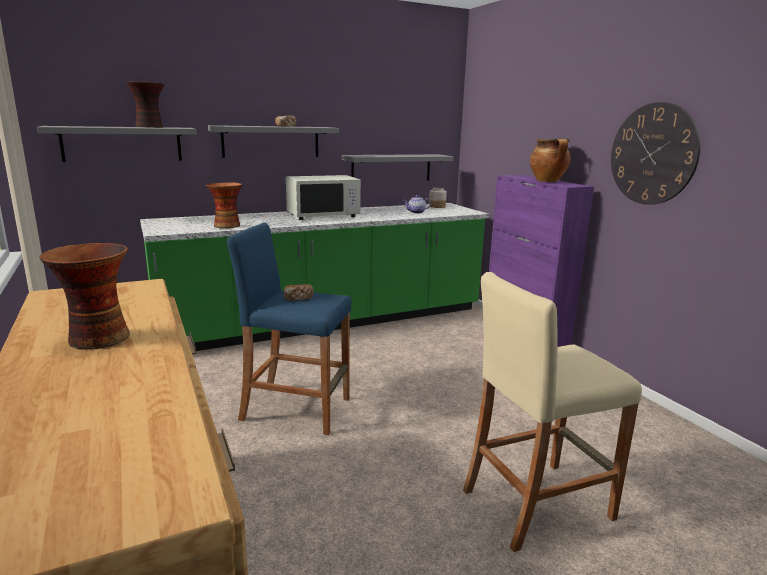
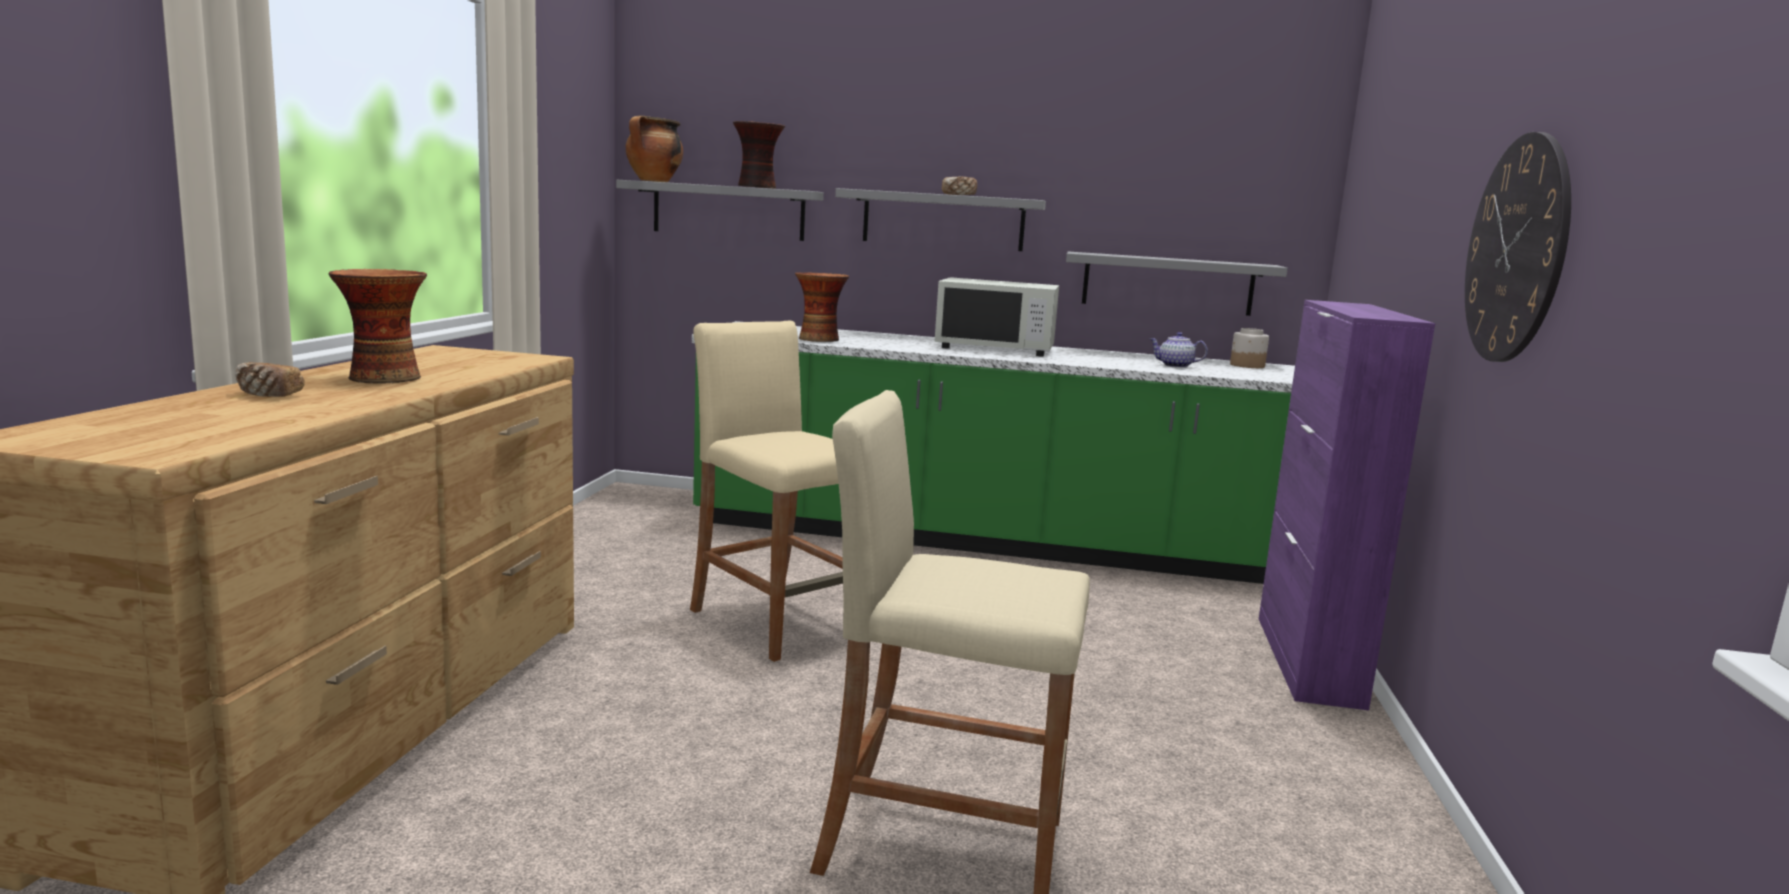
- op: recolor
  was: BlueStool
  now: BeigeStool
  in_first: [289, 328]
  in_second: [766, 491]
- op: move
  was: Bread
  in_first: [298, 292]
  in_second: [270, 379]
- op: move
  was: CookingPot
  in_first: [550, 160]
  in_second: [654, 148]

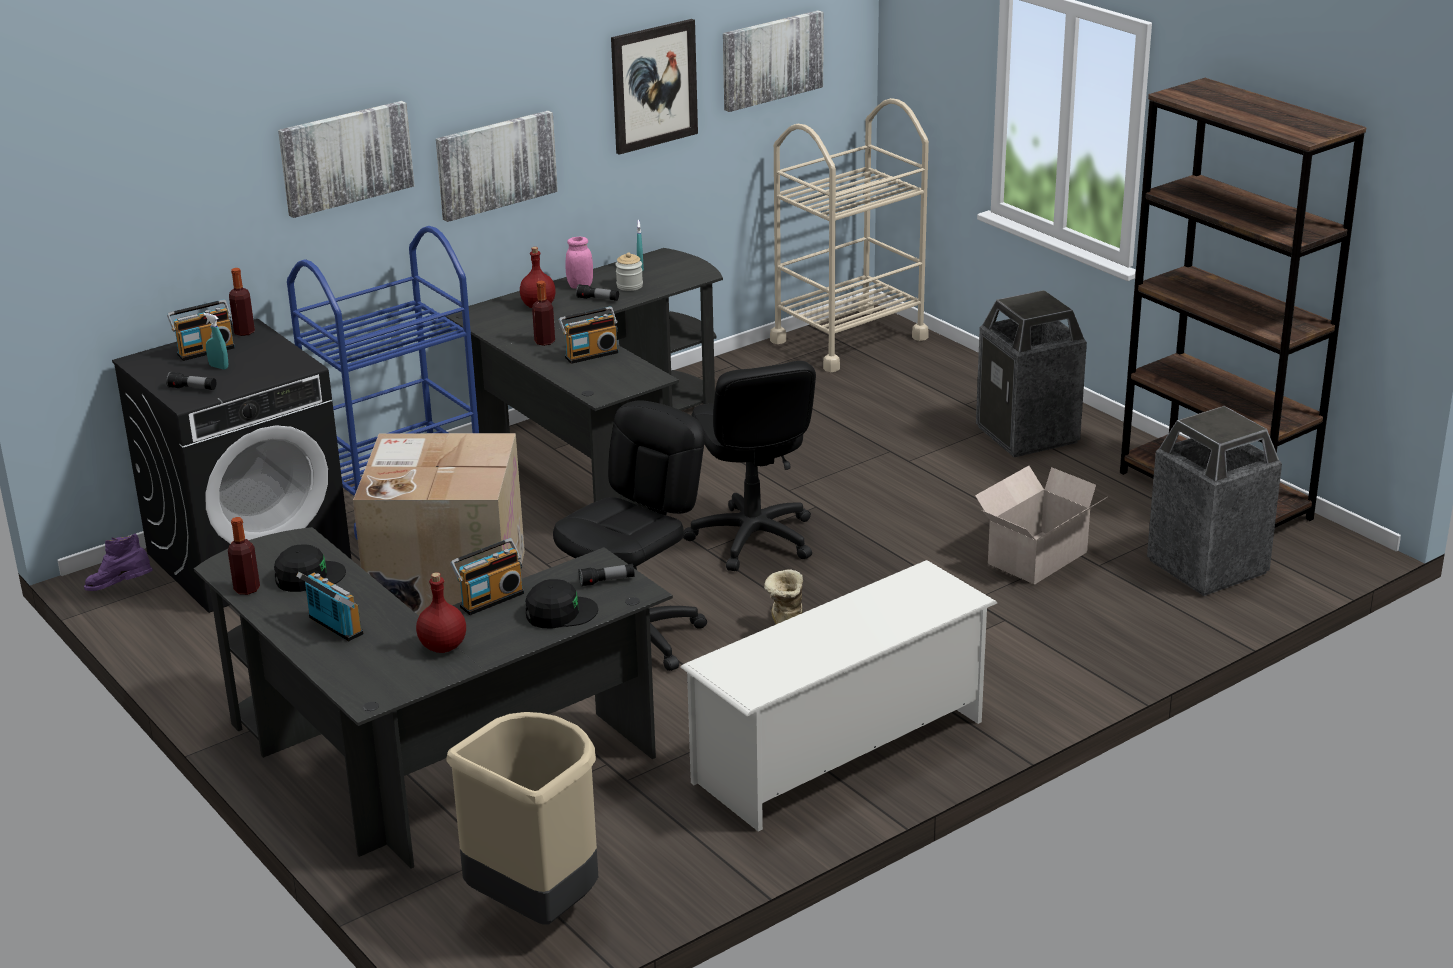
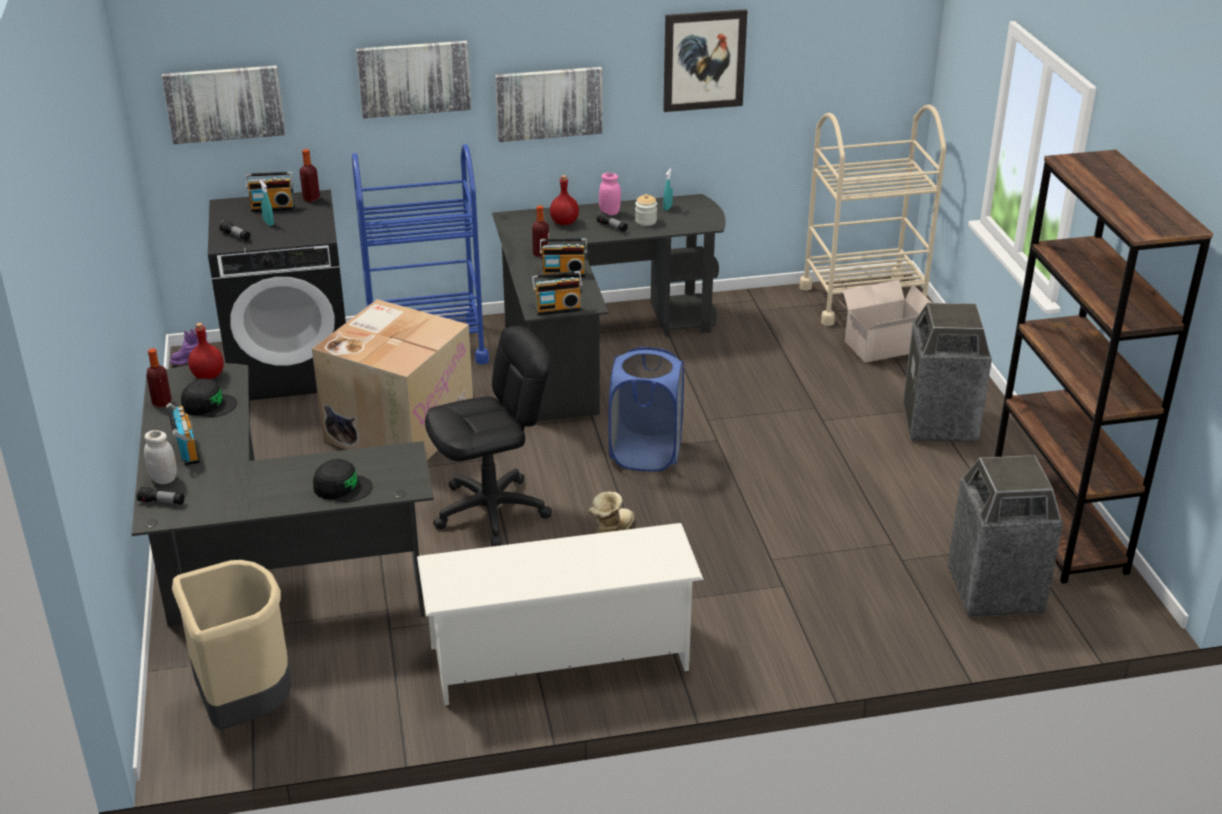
- op: move
  was: RedBottle
  in_first: [441, 612]
  in_second: [206, 351]
- op: move
  was: Radio
  in_first: [487, 576]
  in_second: [557, 293]
- op: move
  was: Flashlight
  in_first: [607, 575]
  in_second: [160, 495]
- op: replace
  was: BlackOfficeChair
  now: BlueLaundryBasket
  in_first: [749, 466]
  in_second: [646, 409]
- op: move
  was: Picture
  in_first: [773, 61]
  in_second: [224, 104]
- op: move
  was: CardboardBox
  in_first: [1041, 525]
  in_second: [887, 321]
- op: insert
  now: WhiteJar
  in_second: [160, 457]

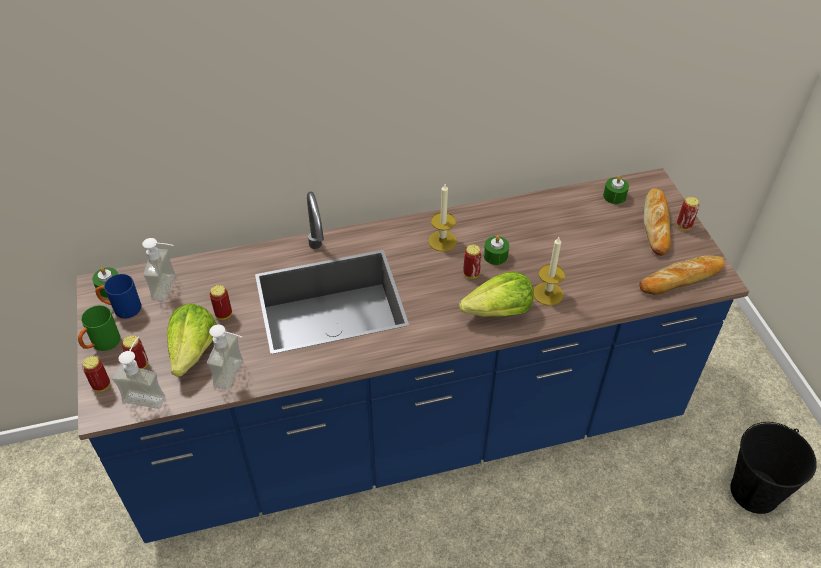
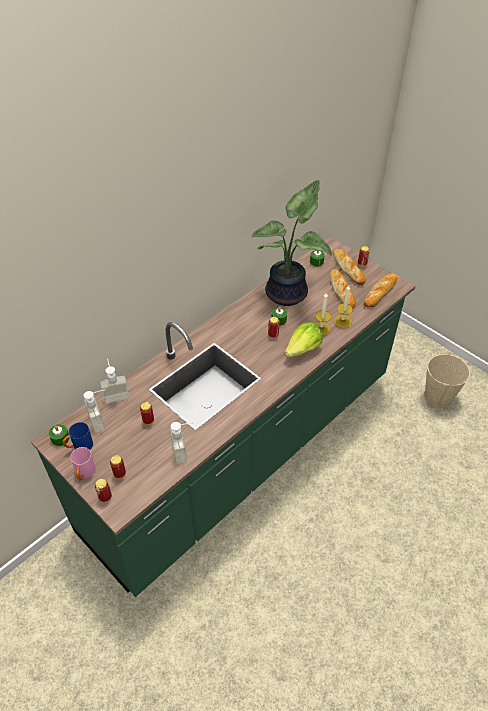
- op: recolor
  was: BlueCounter
  now: GreenCounter
  in_first: [413, 355]
  in_second: [223, 417]
- op: recolor
  was: GreenMug
  now: PinkMug
  in_first: [99, 328]
  in_second: [83, 463]
- op: move
  was: SoapDispenser
  in_first: [138, 372]
  in_second: [115, 381]
- op: delete
  was: Lettuce
  in_first: [192, 340]
- op: move
  was: Candle
  in_first: [442, 218]
  in_second: [343, 306]
- op: recolor
  was: BlackBucket
  now: BeigeBucket
  in_first: [773, 468]
  in_second: [447, 380]
- op: insert
  now: PottedPlant
  in_second: [291, 243]
- op: insert
  now: Bread
  in_second: [343, 288]

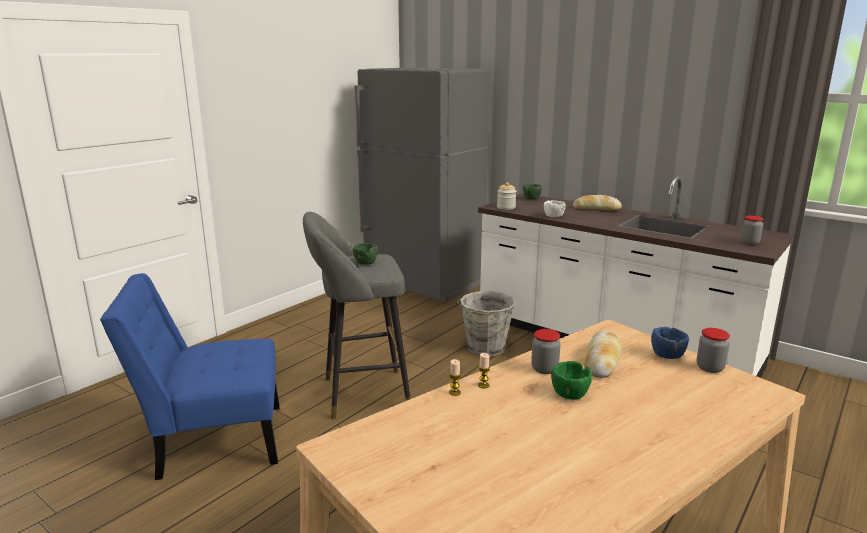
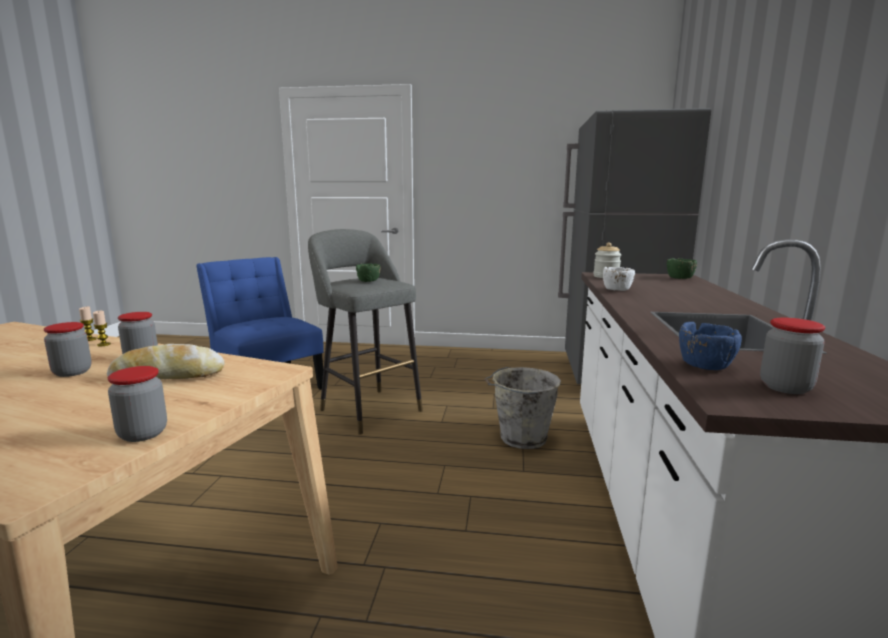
- op: replace
  was: GreenBowl
  now: Jar
  in_first: [571, 380]
  in_second: [68, 349]
- op: delete
  was: Bread
  in_first: [597, 202]
- op: move
  was: BlueBowl
  in_first: [670, 343]
  in_second: [710, 346]

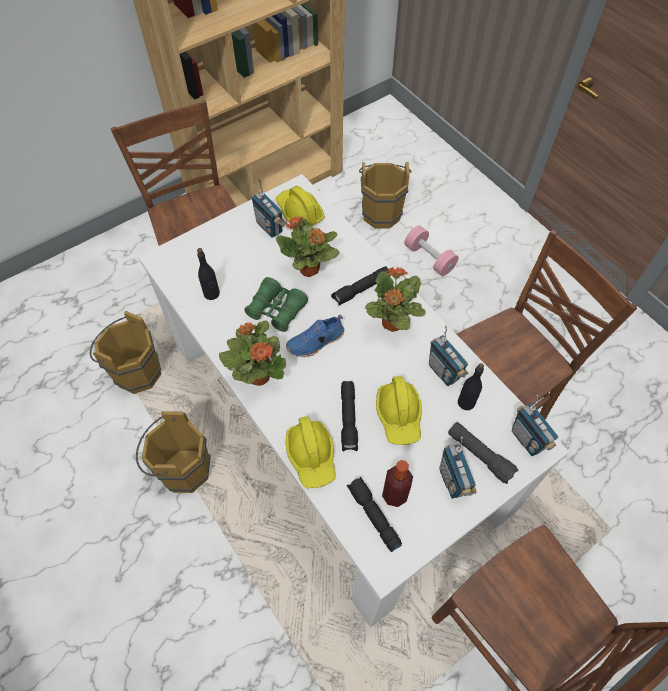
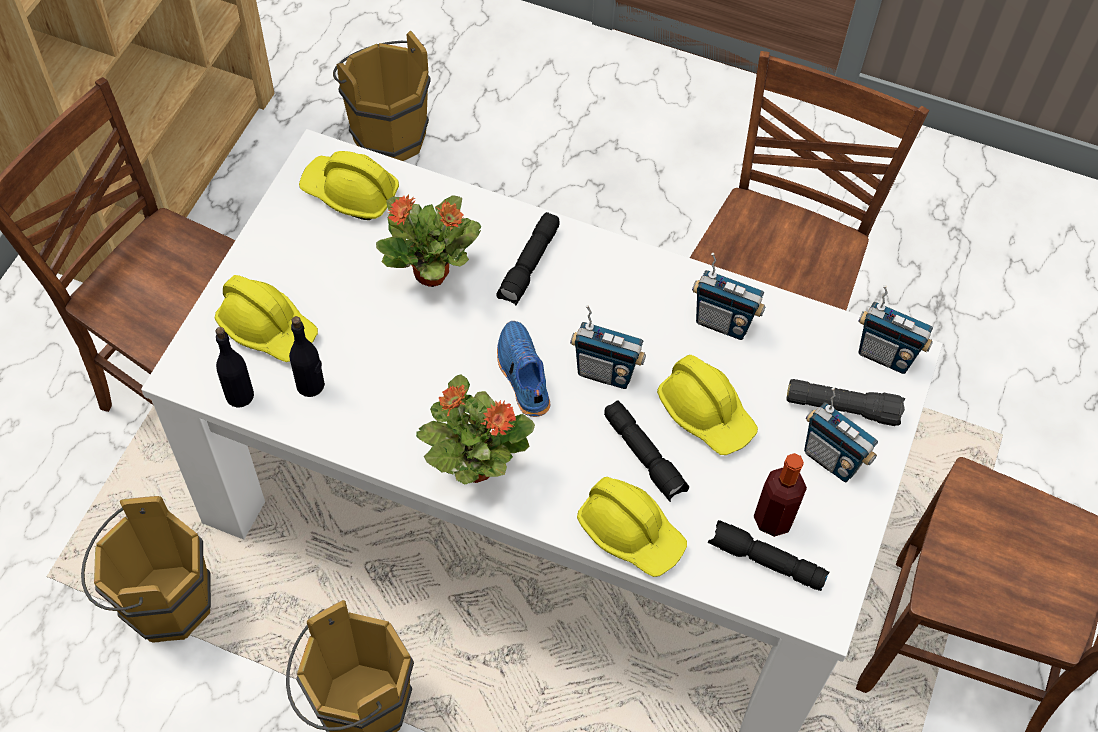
- op: delete
  was: GreenBinoculars
  in_first: [276, 304]
- op: move
  was: Radio
  in_first: [269, 208]
  in_second: [608, 347]
- op: rotate
  was: BlueShoe
  in_first: [315, 336]
  in_second: [523, 369]
  clockwise: 135
- op: delete
  was: PottedPlant
  in_first: [395, 299]
- op: delete
  was: PinkDumbbell
  in_first: [431, 250]
- op: move
  was: BlackBottle
  in_first: [471, 386]
  in_second: [235, 367]
- op: insert
  now: YellowHardHat
  in_second: [266, 318]

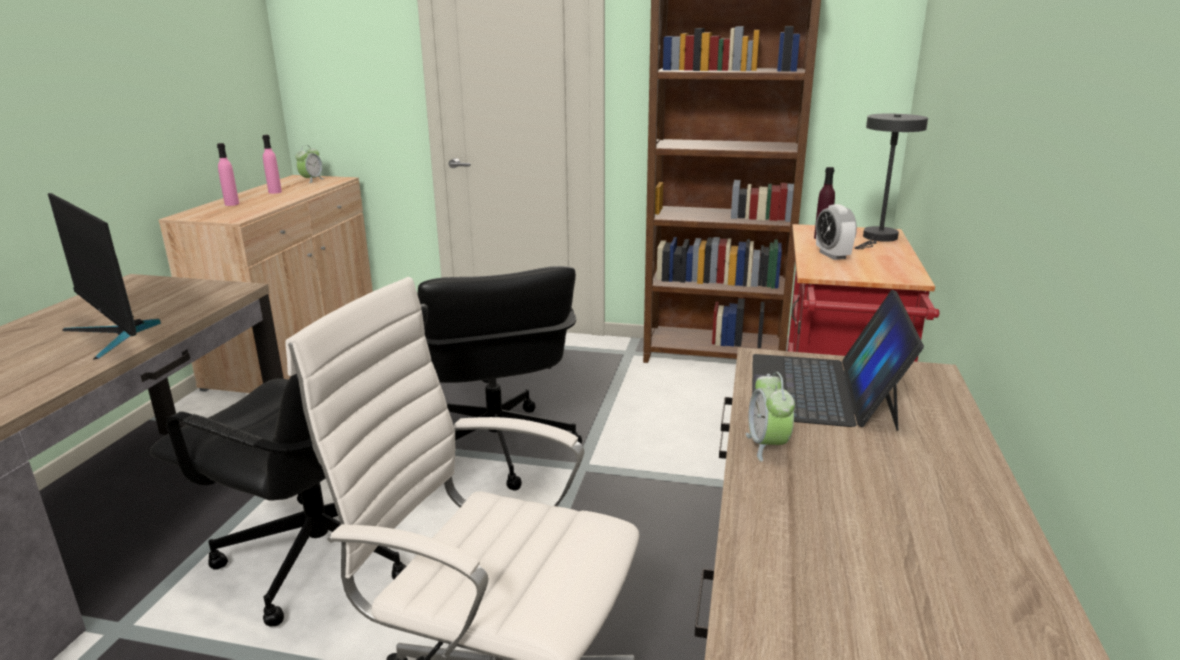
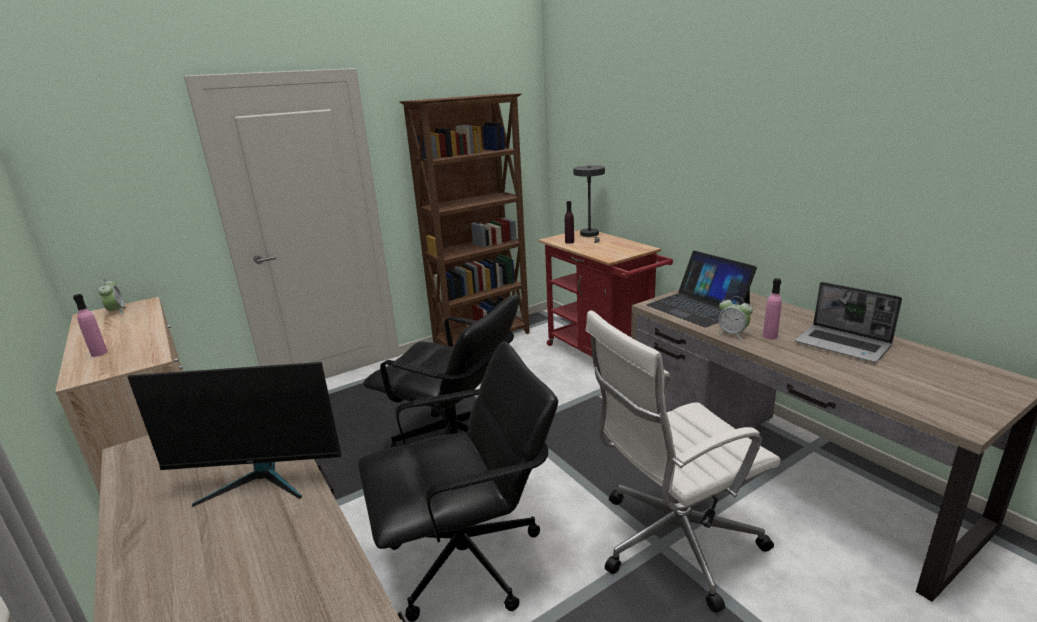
- op: move
  was: PinkBottle
  in_first: [272, 164]
  in_second: [772, 309]
- op: delete
  was: AlarmClock
  in_first: [836, 232]
- op: insert
  now: Laptop
  in_second: [848, 322]

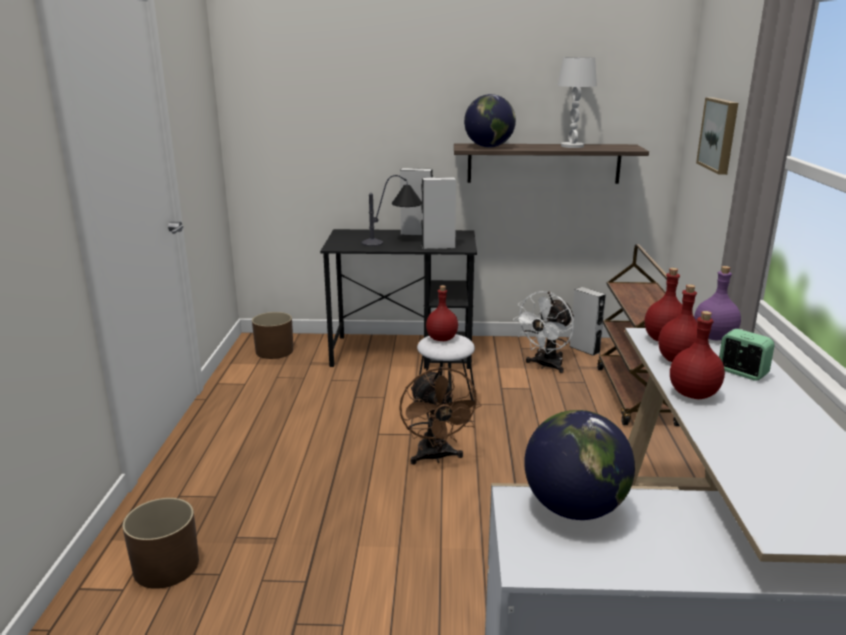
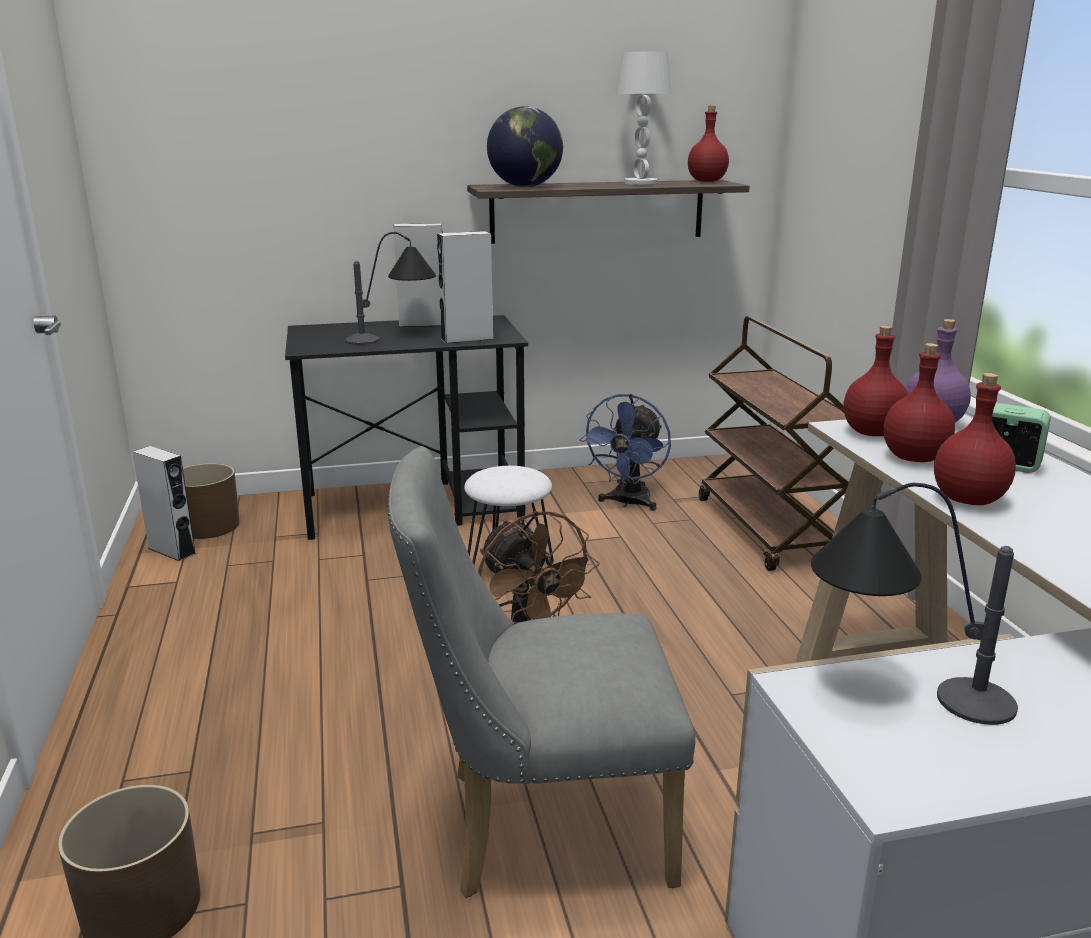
- op: move
  was: RedBottle
  in_first: [442, 313]
  in_second: [708, 144]
- op: recolor
  was: WhiteFan
  now: BlueFan
  in_first: [543, 332]
  in_second: [625, 452]
- op: replace
  was: Globe
  now: TableLamp
  in_first: [579, 465]
  in_second: [914, 604]
- op: move
  was: GreySpeaker
  in_first: [587, 321]
  in_second: [164, 503]
- op: delete
  was: Picture
  in_first: [717, 136]
- op: insert
  now: GreyChair
  in_second: [541, 672]

